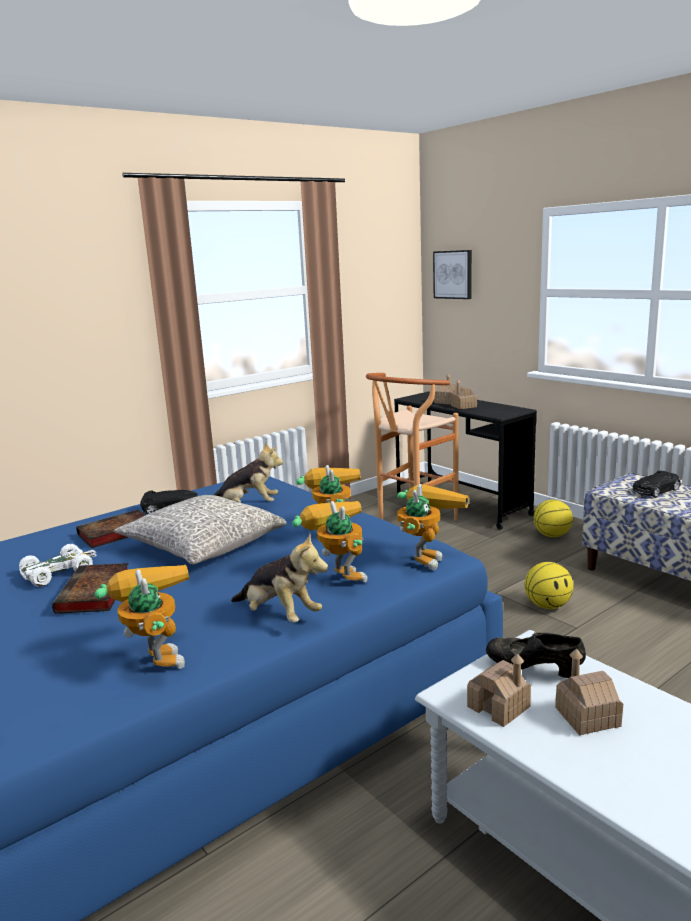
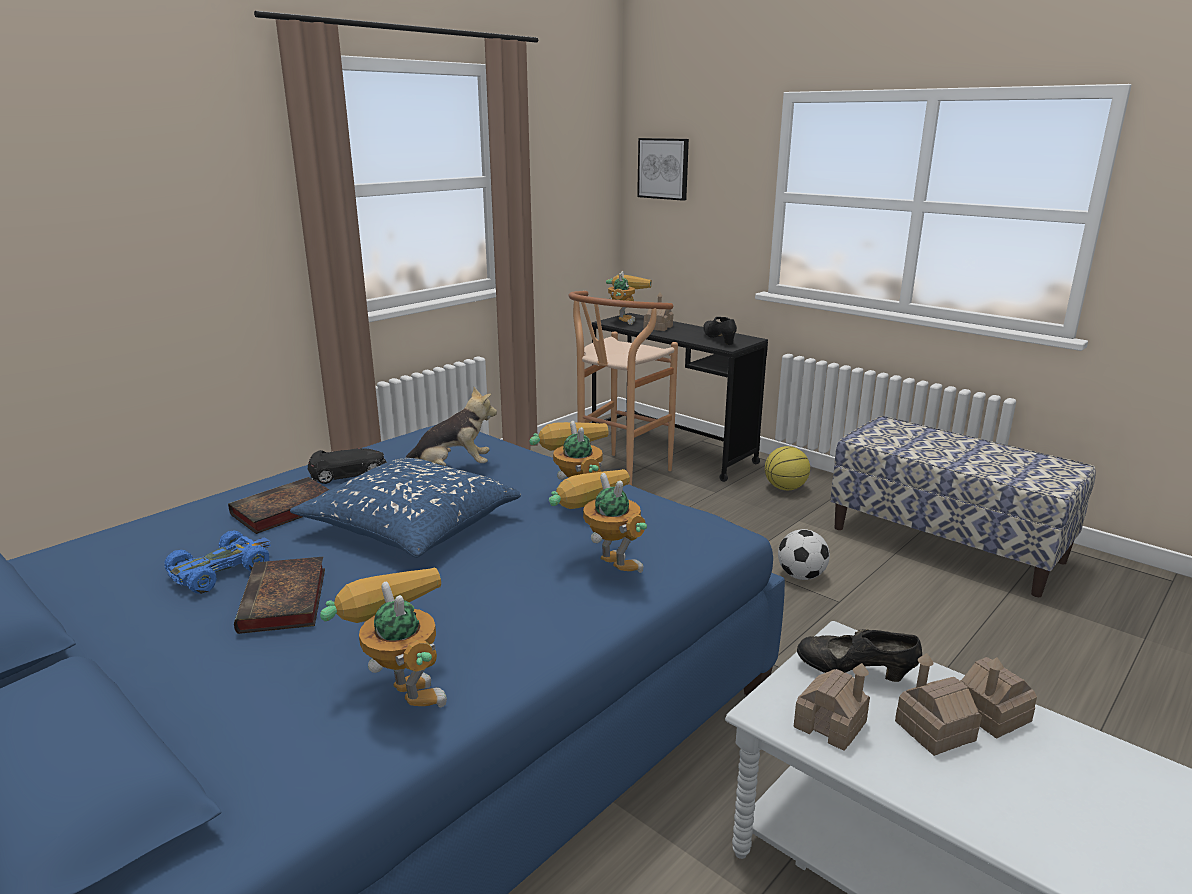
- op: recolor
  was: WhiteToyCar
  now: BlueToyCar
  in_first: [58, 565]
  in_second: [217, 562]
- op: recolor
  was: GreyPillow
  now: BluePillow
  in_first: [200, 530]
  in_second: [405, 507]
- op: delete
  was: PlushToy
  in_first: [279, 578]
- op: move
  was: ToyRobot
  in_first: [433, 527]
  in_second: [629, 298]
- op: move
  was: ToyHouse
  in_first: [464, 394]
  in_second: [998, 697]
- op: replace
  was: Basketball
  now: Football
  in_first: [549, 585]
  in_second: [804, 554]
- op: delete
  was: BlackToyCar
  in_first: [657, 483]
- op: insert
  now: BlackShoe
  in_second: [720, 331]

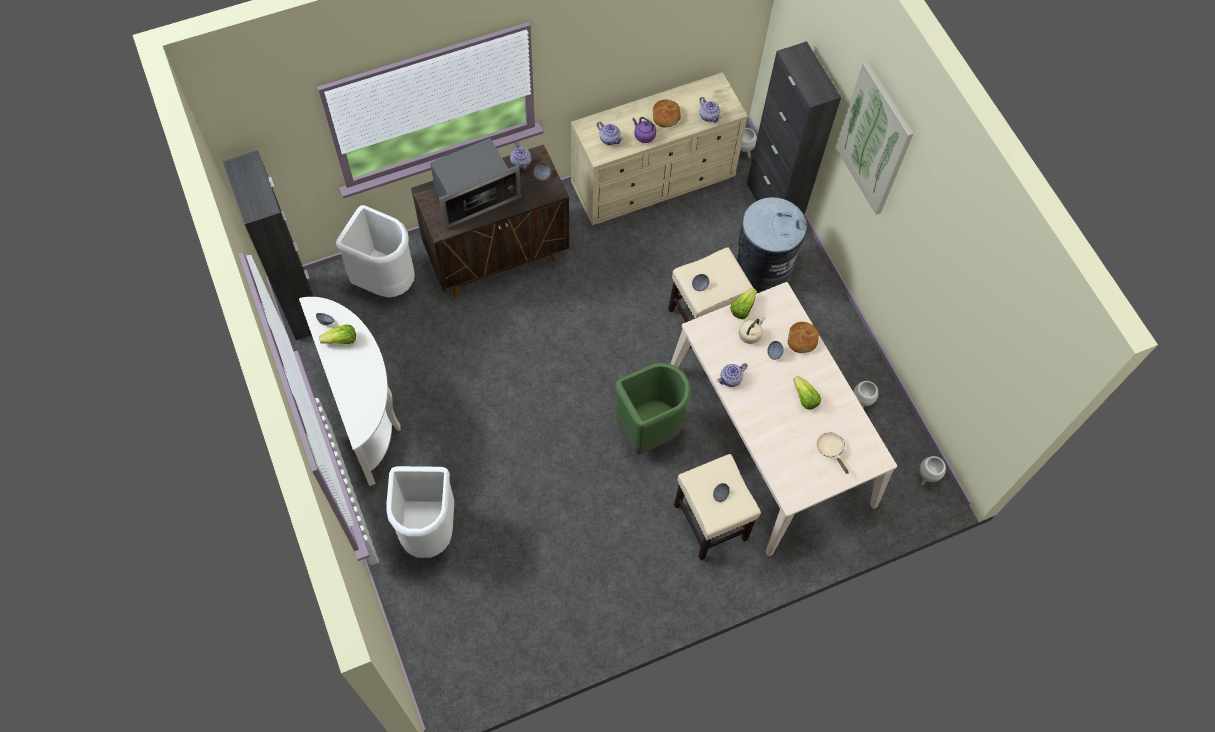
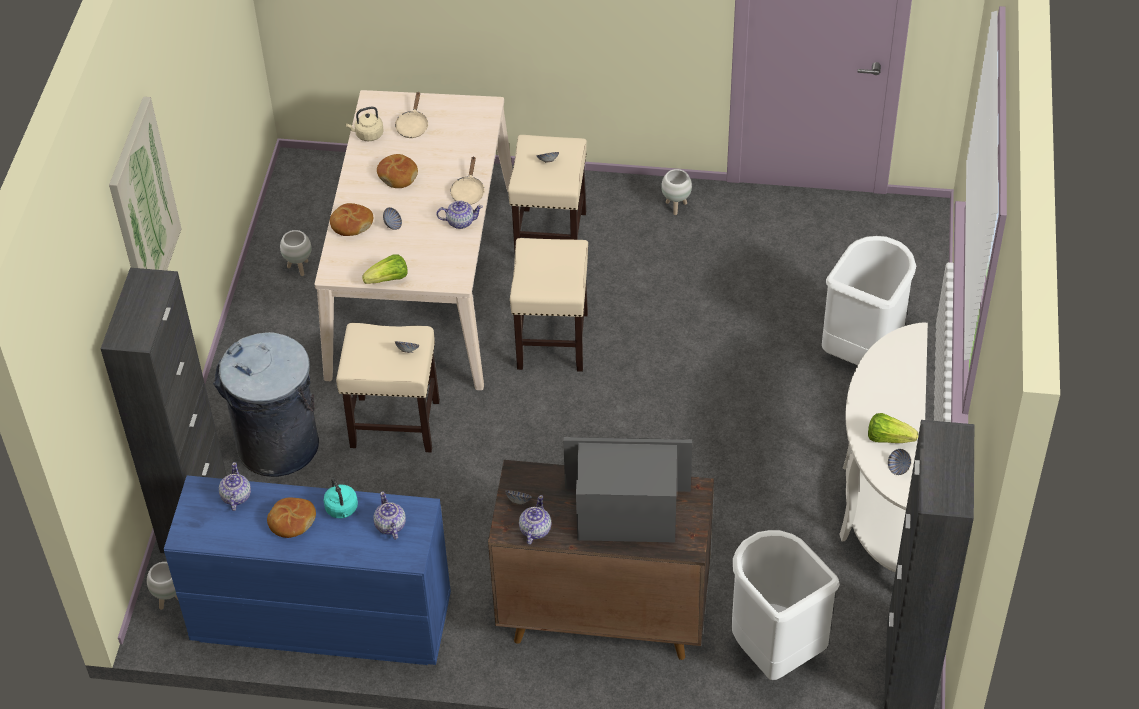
- op: recolor
  was: BeigeDresser
  now: BlueDresser
  in_first: [659, 148]
  in_second: [307, 570]
- op: replace
  was: GreenTrashCan
  now: BeigeStool
  in_first: [653, 408]
  in_second: [549, 305]
- op: recolor
  was: PurpleKettle
  now: TurquoiseKettle
  in_first: [644, 130]
  in_second: [340, 498]
- op: move
  was: BeigeKettle
  in_first: [752, 330]
  in_second: [365, 124]
- op: replace
  was: Lettuce
  now: Bread
  in_first: [807, 393]
  in_second: [397, 171]
- op: move
  was: WhitePlanter
  in_first: [932, 471]
  in_second: [676, 192]
- op: insert
  now: BeigeFryingPan
  in_second: [467, 180]

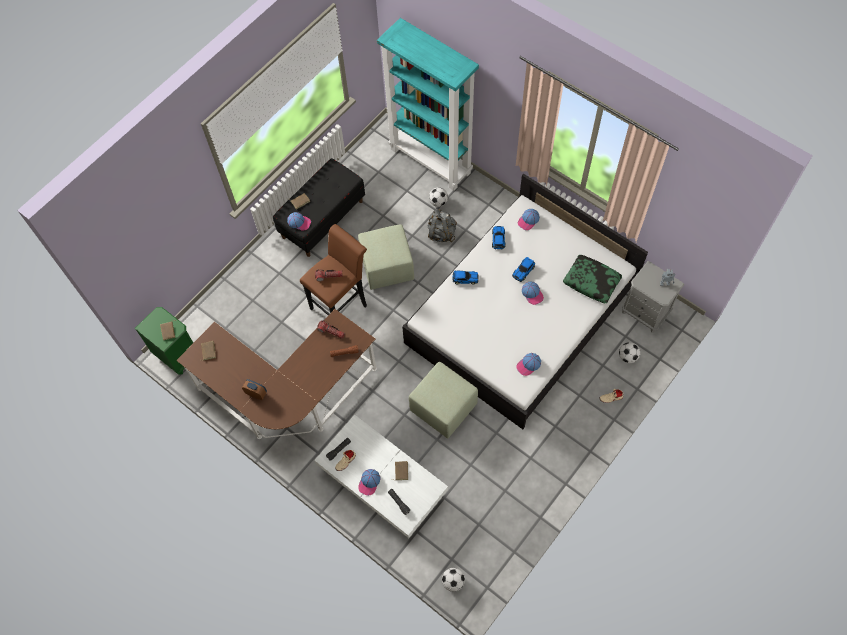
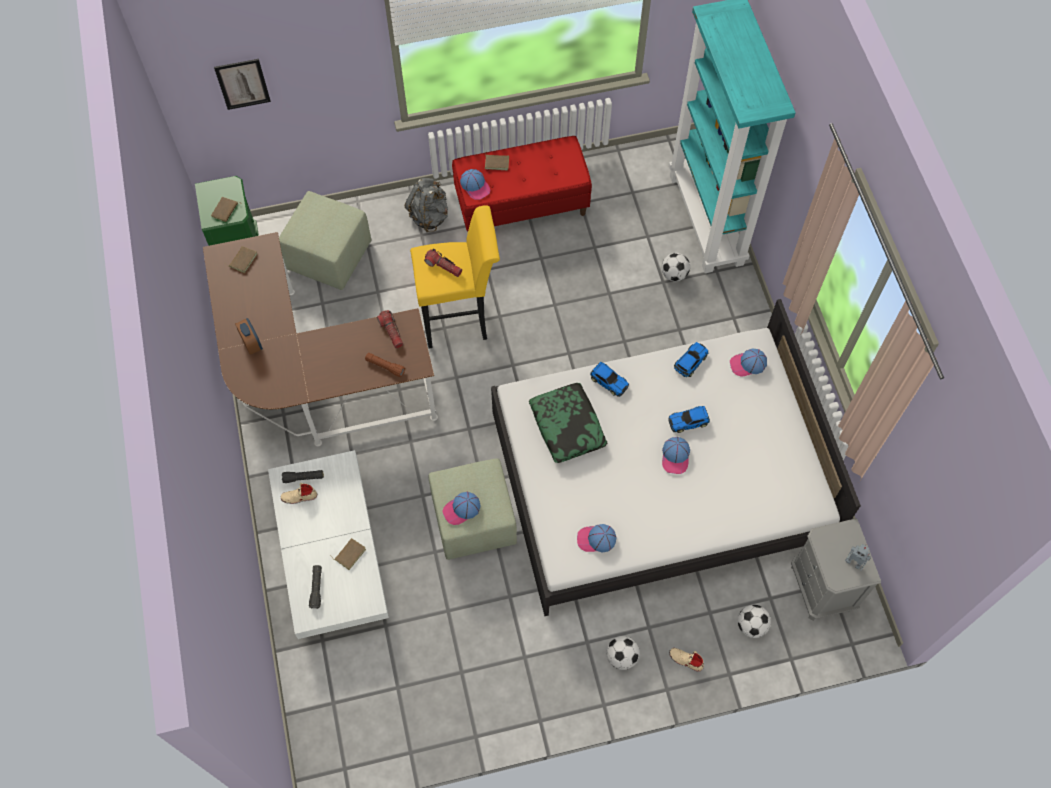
- op: recolor
  was: BlackBench
  now: RedBench
  in_first: [319, 207]
  in_second: [522, 184]
- op: recolor
  was: BrownStool
  now: YellowStool
  in_first: [333, 269]
  in_second: [455, 277]
- op: move
  was: GreenOttoman
  in_first: [386, 257]
  in_second: [325, 240]
- op: move
  was: Cap
  in_first: [369, 482]
  in_second: [461, 508]
- op: move
  was: GreyBackpack
  in_first: [442, 225]
  in_second: [426, 205]
- op: move
  was: Football
  in_first: [453, 580]
  in_second: [623, 653]
- op: move
  was: Pillow
  in_first: [592, 279]
  in_second: [568, 423]
- op: insert
  now: Picture
  in_second: [242, 84]

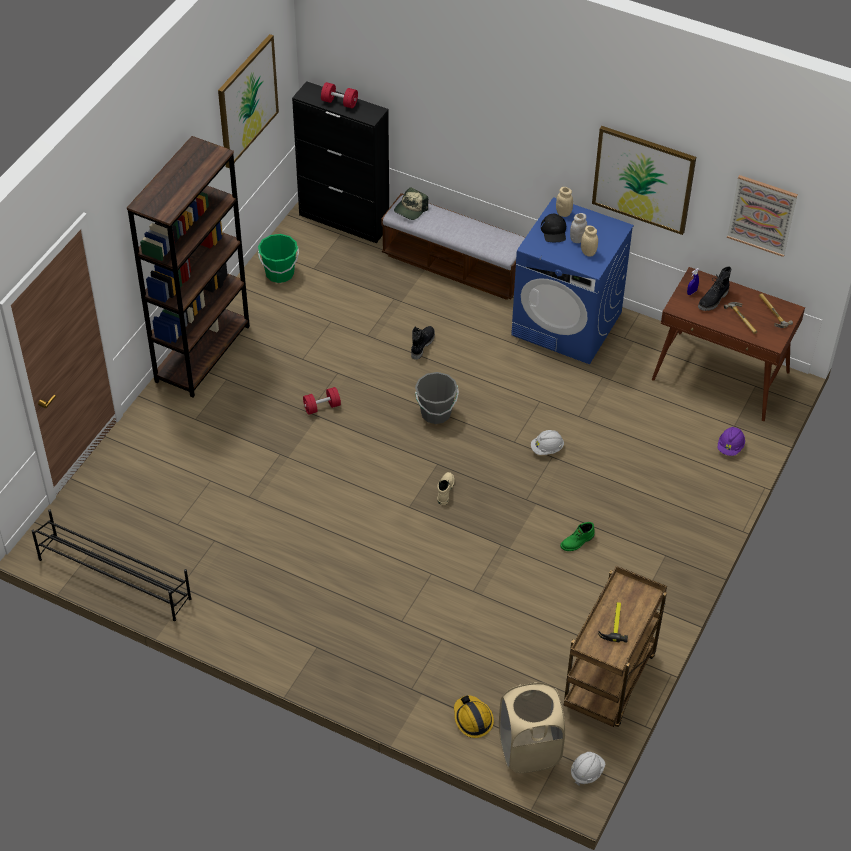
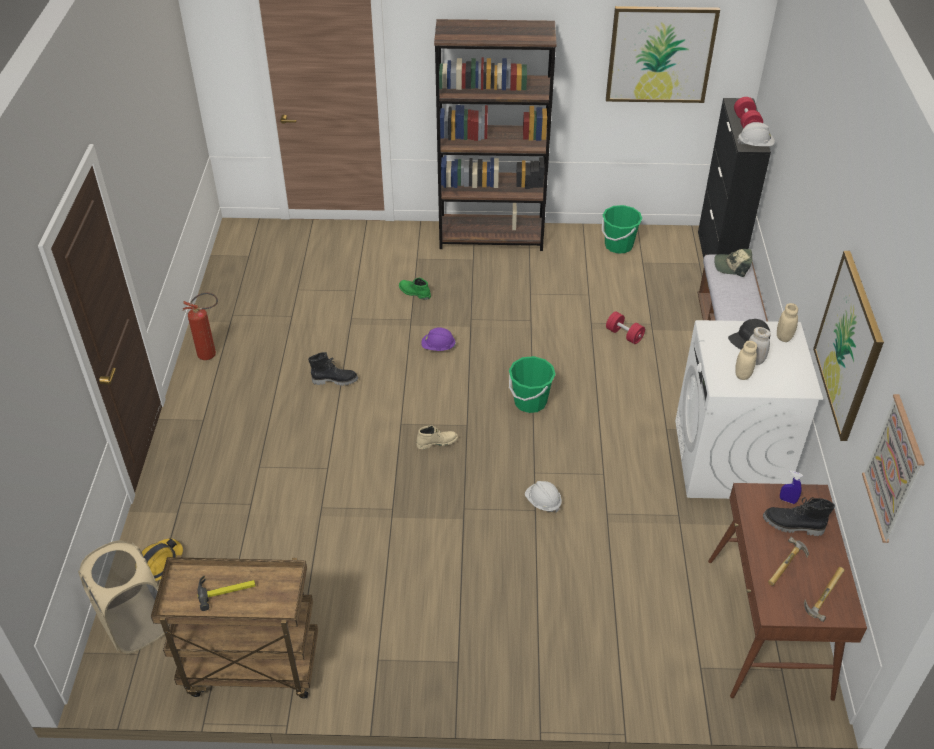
- op: delete
  was: BlackShoeRack
  in_first: [112, 565]
- op: move
  was: RedDumbbell
  in_first: [322, 401]
  in_second: [625, 327]
- op: move
  was: BlackBoot
  in_first: [423, 343]
  in_second: [333, 369]
- op: recolor
  was: GreyBucket
  now: GreenBucket
  in_first: [437, 398]
  in_second: [532, 384]
- op: recolor
  was: BlueWashingMachine
  now: WhiteWashingMachine
  in_first: [572, 280]
  in_second: [749, 409]
- op: move
  was: GreenBoot
  in_first: [577, 536]
  in_second: [415, 288]
- op: move
  was: WhiteHardHat
  in_first: [588, 769]
  in_second: [756, 134]
- op: move
  was: PurpleHardHat
  in_first: [731, 441]
  in_second: [438, 339]
- op: insert
  now: FireExtinguisher
  in_second: [200, 326]

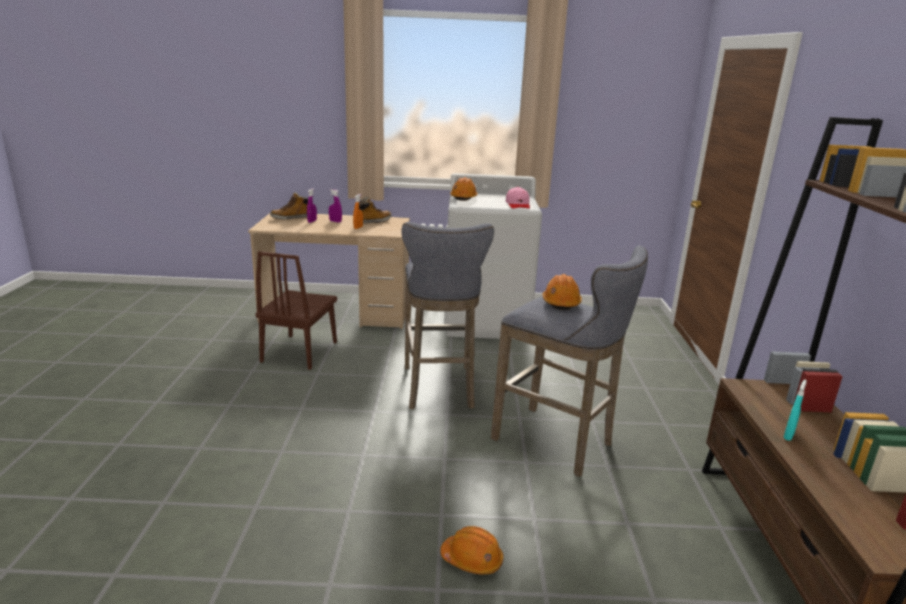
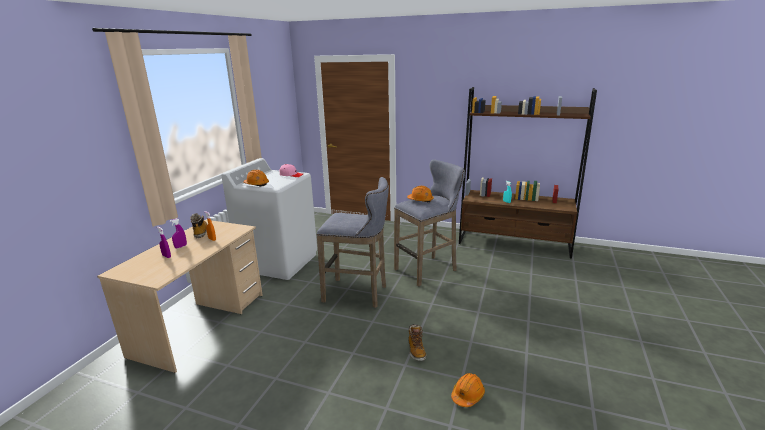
- op: delete
  was: BrownChair
  in_first: [296, 310]
- op: move
  was: Boot
  in_first: [289, 206]
  in_second: [417, 342]
- op: move
  was: OrangeHardHat
  in_first: [471, 550]
  in_second: [468, 390]

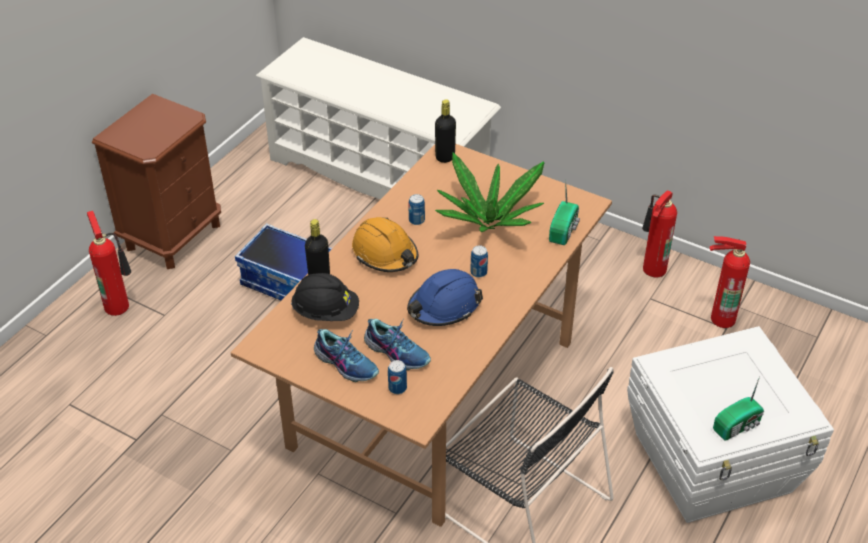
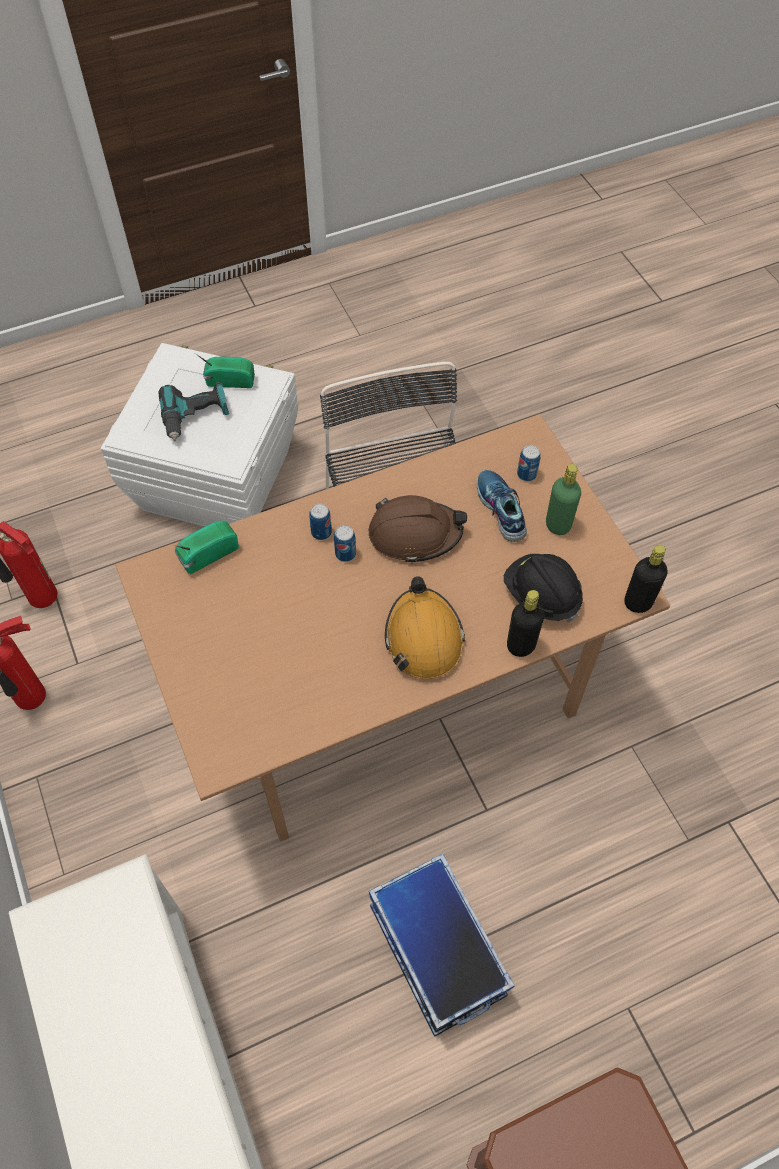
- op: delete
  was: FireExtinguisher
  in_first: [109, 263]
- op: replace
  was: Shoe
  now: GreenBottle
  in_first: [346, 355]
  in_second: [563, 499]
- op: recolor
  was: BlueHardHat
  now: BrownHardHat
  in_first: [445, 297]
  in_second: [418, 529]
- op: move
  was: Can
  in_first: [416, 209]
  in_second: [320, 522]
- op: move
  was: BlackBottle
  in_first: [445, 131]
  in_second: [646, 579]
- op: delete
  was: PottedPlant
  in_first: [490, 192]
- op: insert
  now: PowerDrill
  in_second: [193, 411]

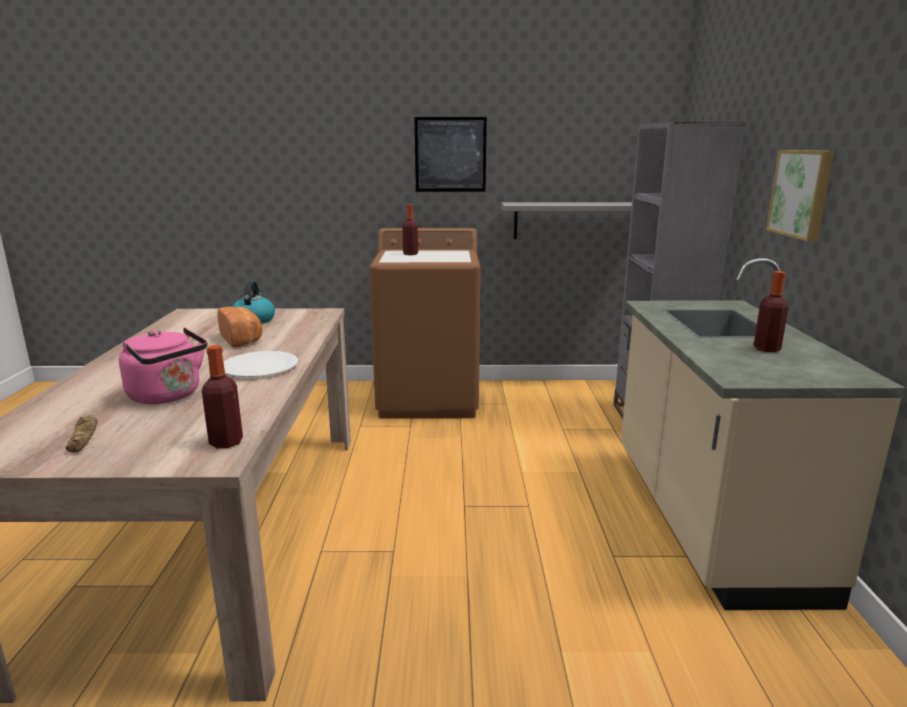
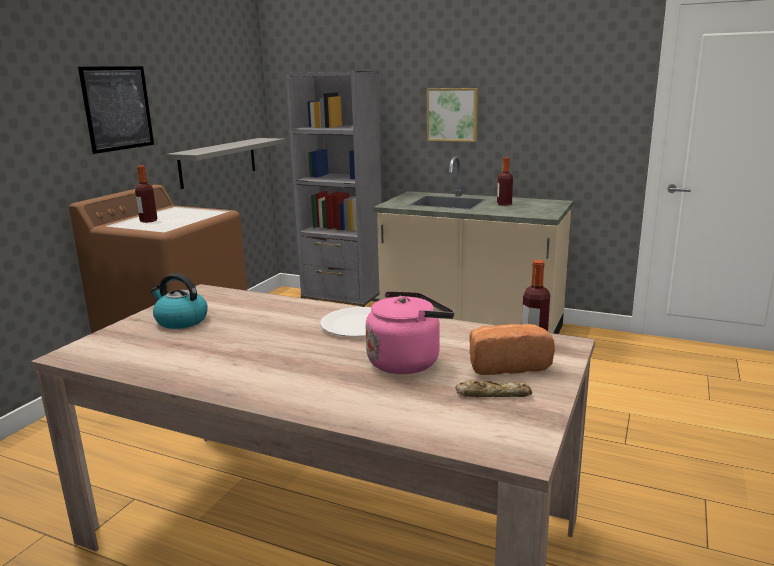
- op: move
  was: Bread
  in_first: [240, 327]
  in_second: [512, 349]

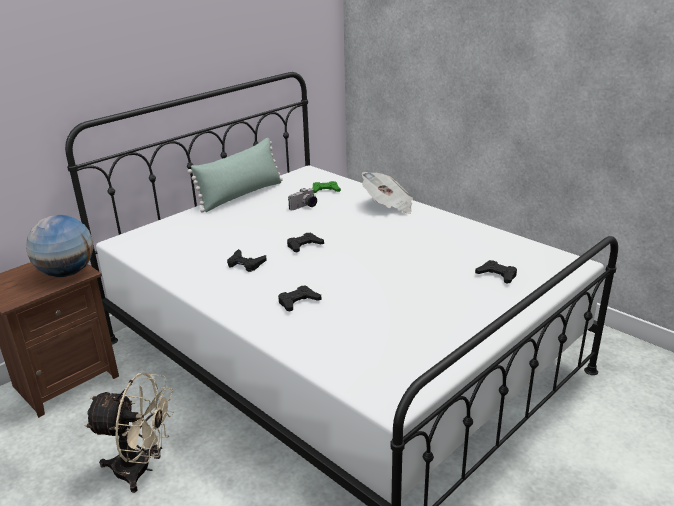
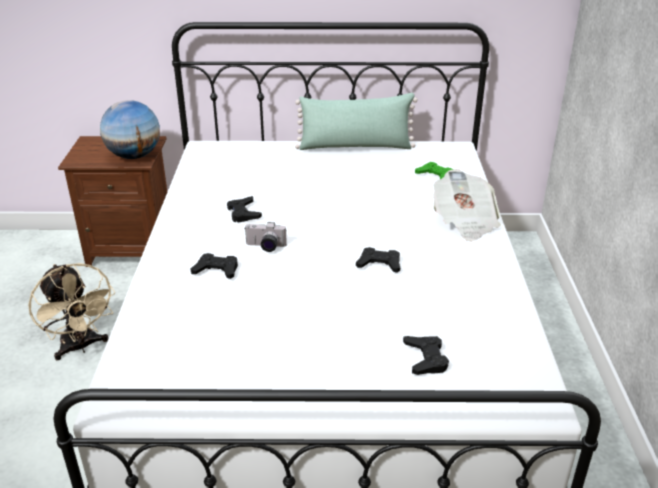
- op: move
  was: BlackGameController
  in_first: [305, 242]
  in_second: [378, 260]
- op: move
  was: PhotoCamera
  in_first: [302, 199]
  in_second: [266, 237]

